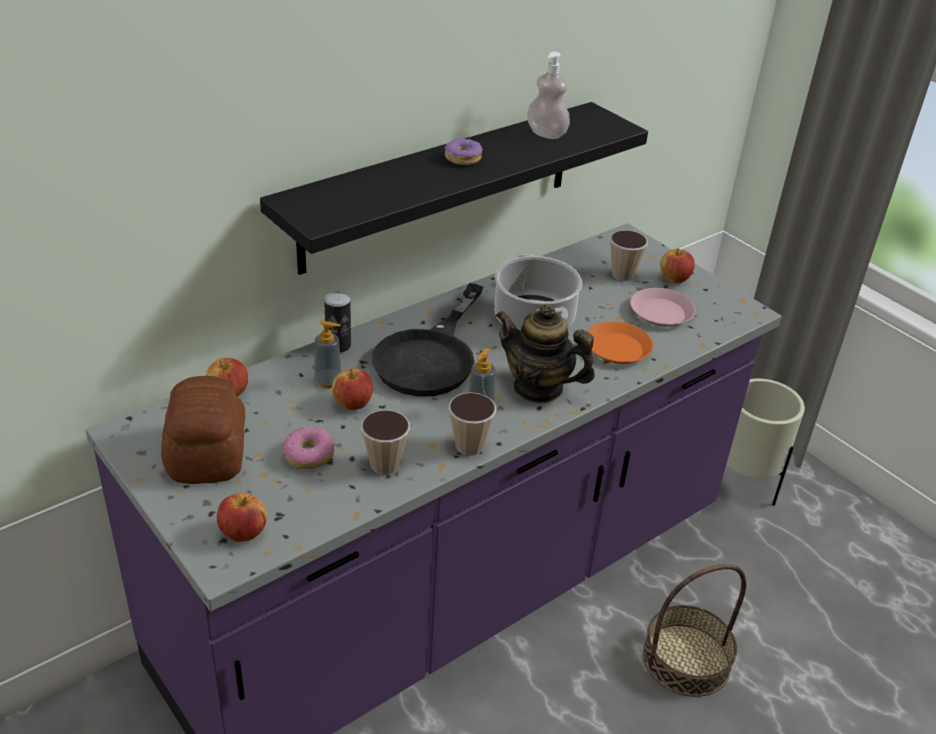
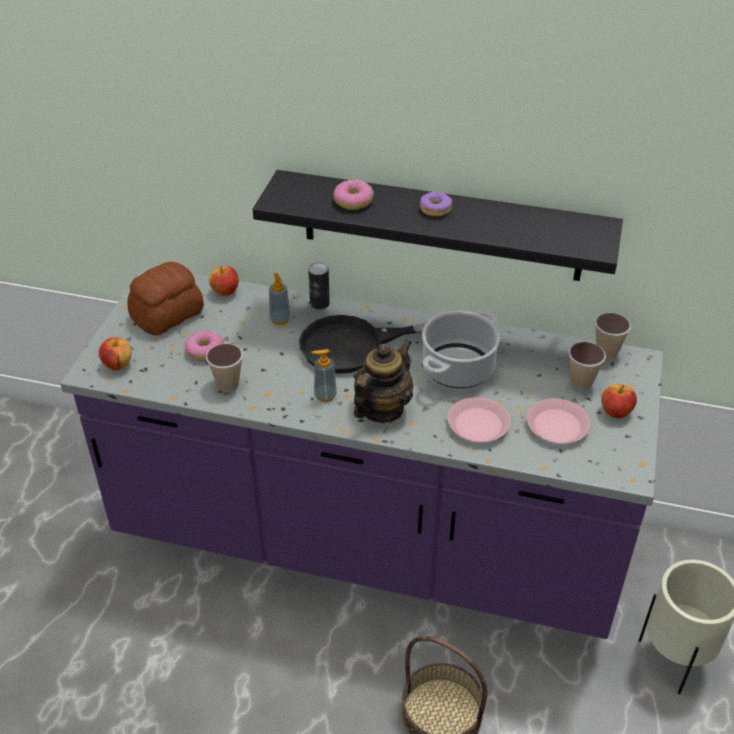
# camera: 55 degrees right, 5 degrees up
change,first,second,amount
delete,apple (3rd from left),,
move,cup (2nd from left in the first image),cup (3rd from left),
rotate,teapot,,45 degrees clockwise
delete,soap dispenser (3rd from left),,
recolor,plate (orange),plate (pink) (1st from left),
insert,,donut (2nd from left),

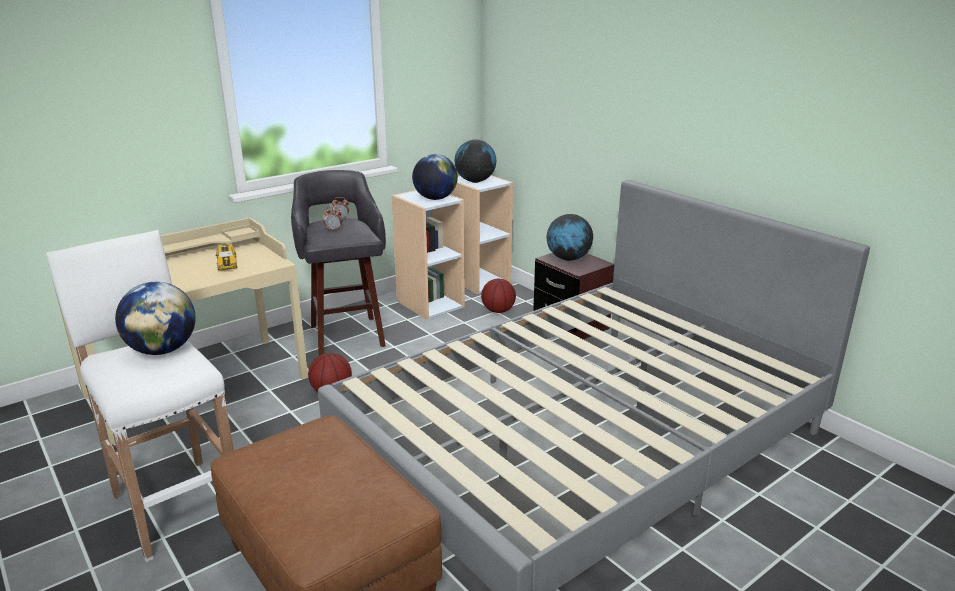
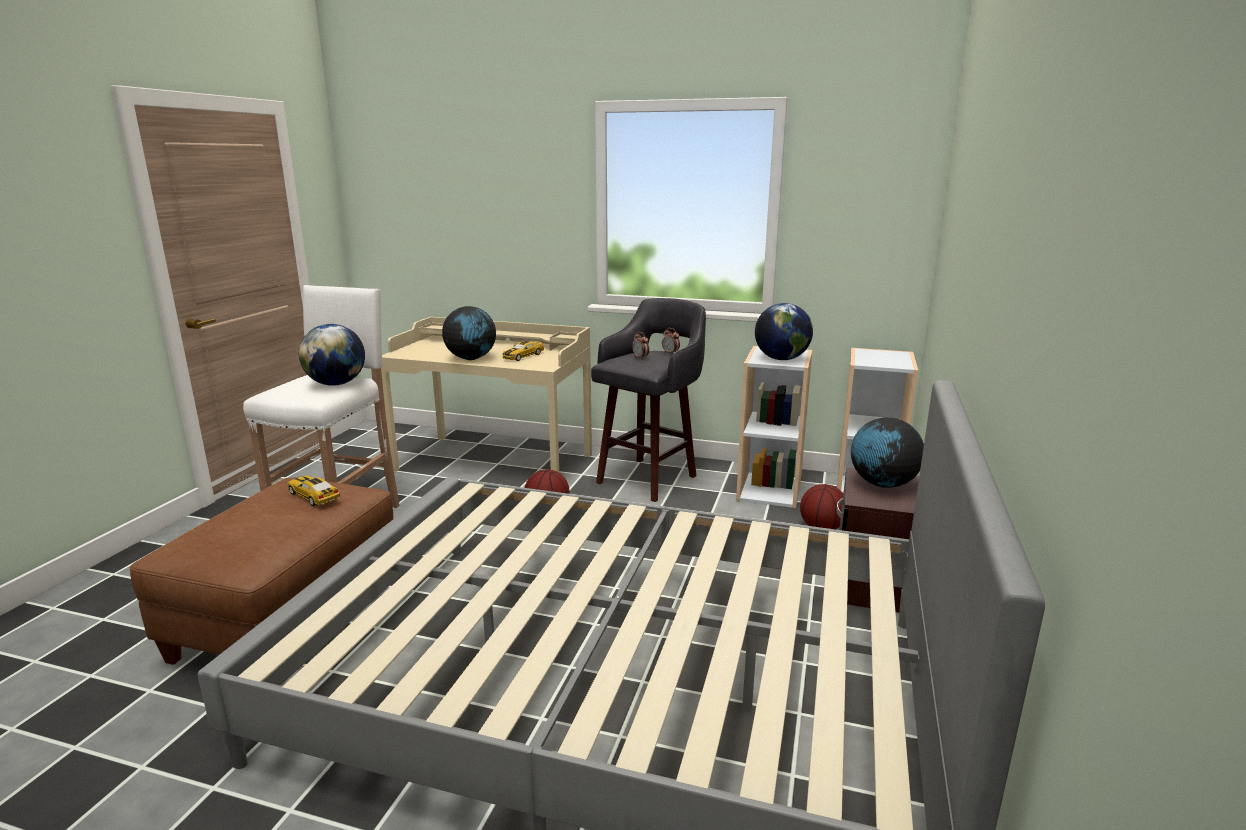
# camera: 55 degrees right, 5 degrees down
change,first,second,amount
move,globe (3rd from left in the first image),globe (2nd from left),
insert,,toy car (1st from left),

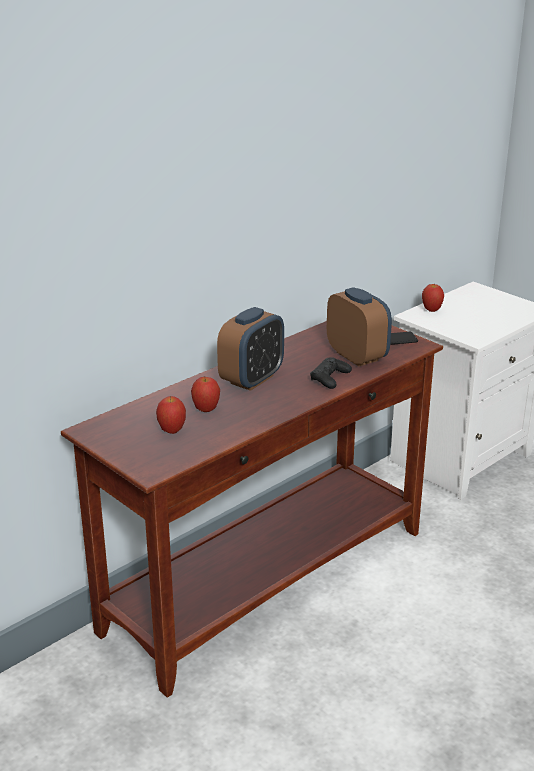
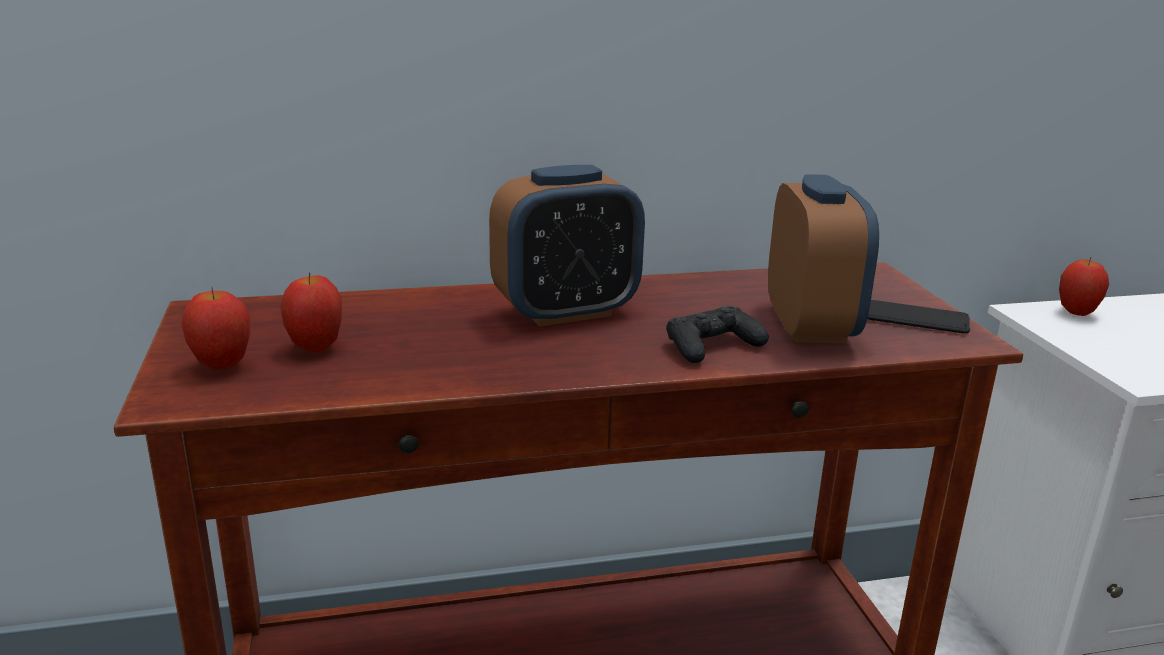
# camera: 30 degrees right, 5 degrees down
change,first,second,amount
move,apple (2nd from left in the first image),apple (1st from left),

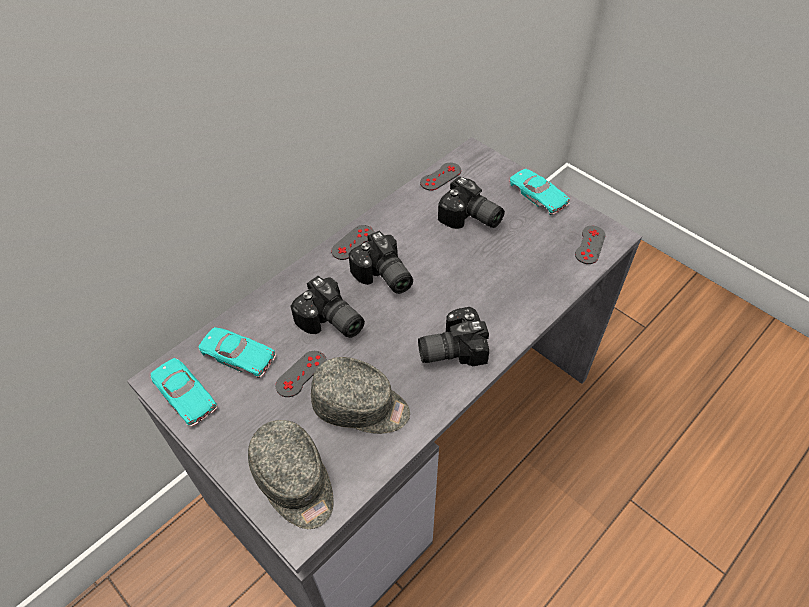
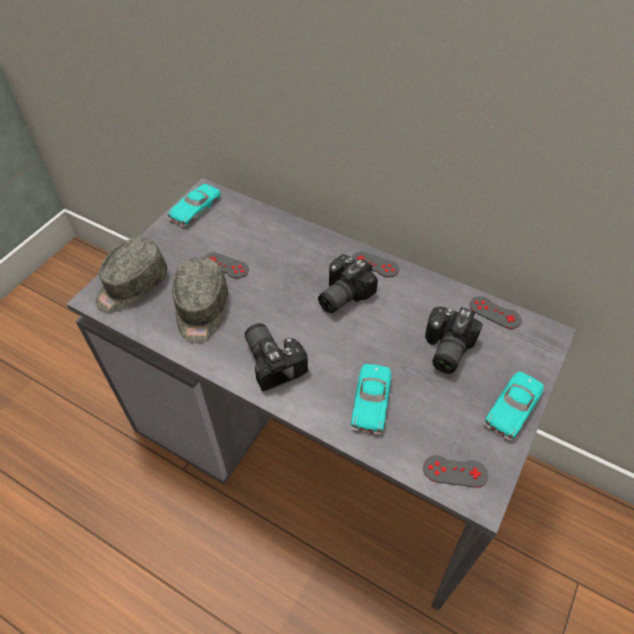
# camera: 75 degrees right, 0 degrees up
change,first,second,amount
move,toy car (turquoise) (2nd from left),,
delete,photo camera (1st from left),,

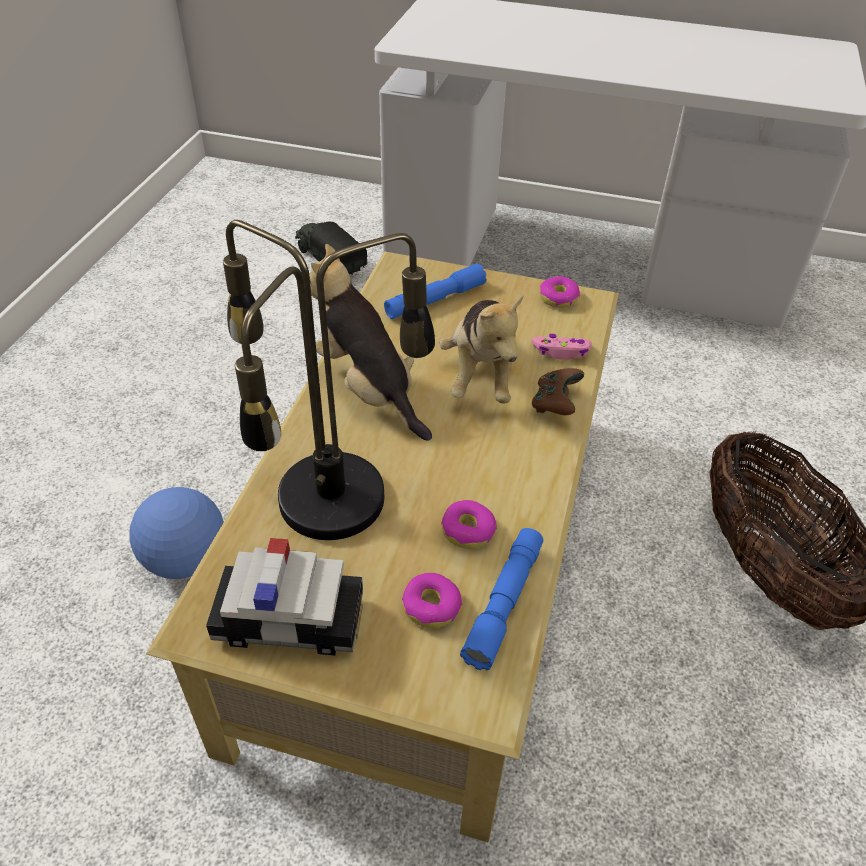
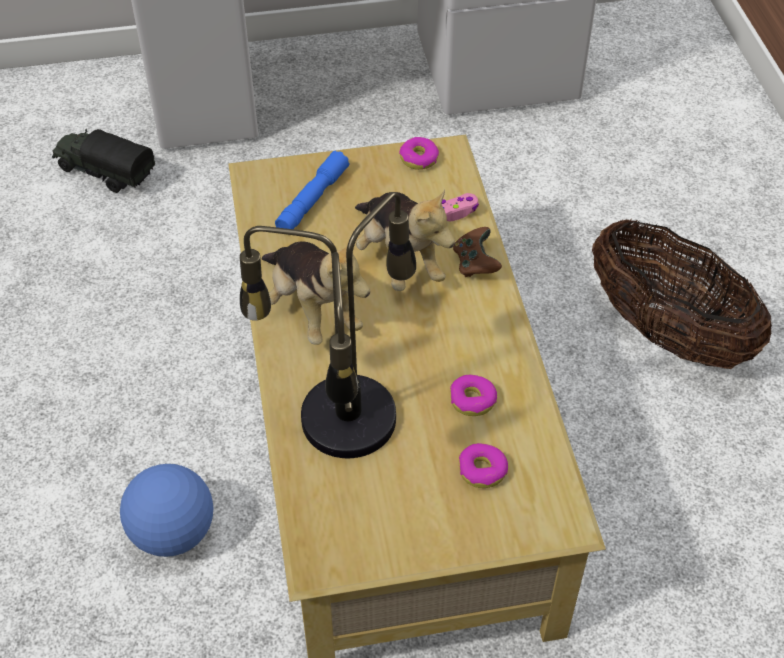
# camera: 25 degrees left, 5 degrees up
change,first,second,amount
delete,toy car,,
rotate,plush toy (1st from left),,150 degrees counterclockwise
delete,flashlight (blue) (2nd from left),,

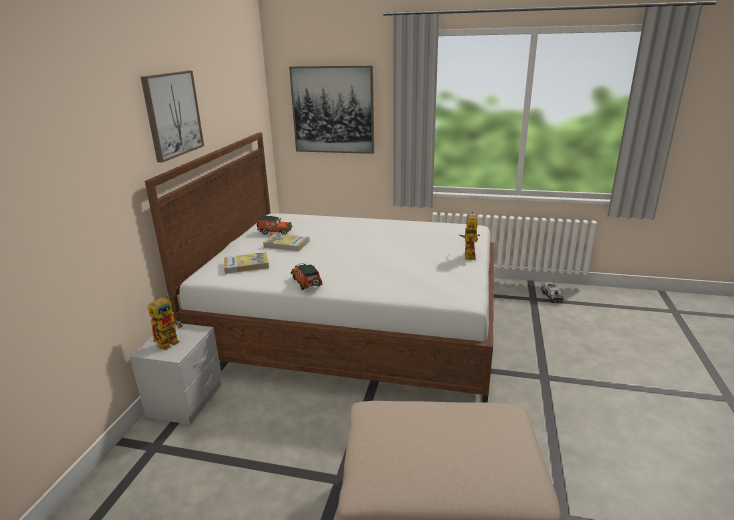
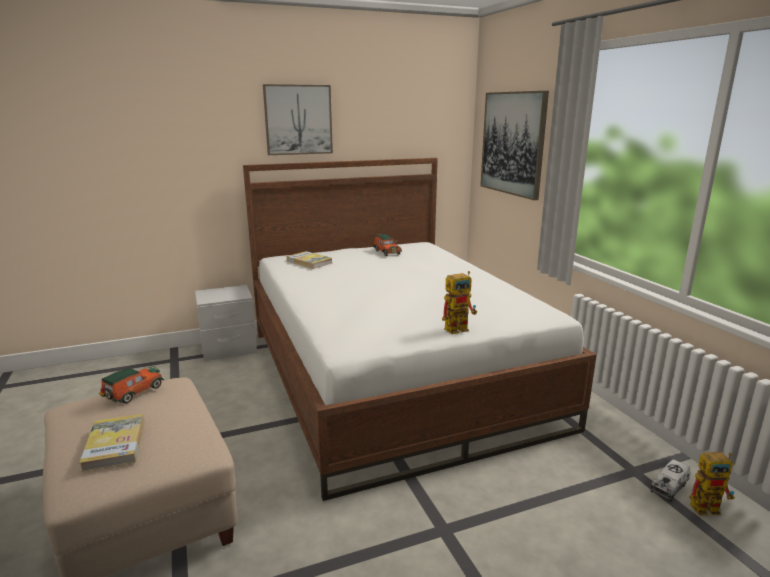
# camera: 55 degrees right, 5 degrees down
change,first,second,amount
move,toy robot (1st from left in the first image),toy robot (2nd from left),
move,book (2nd from left in the first image),book (1st from left),
move,toy car (2nd from left in the first image),toy car (1st from left),

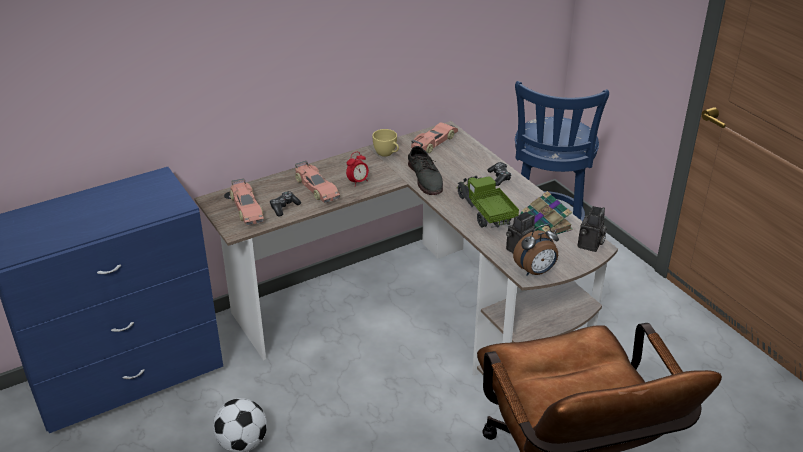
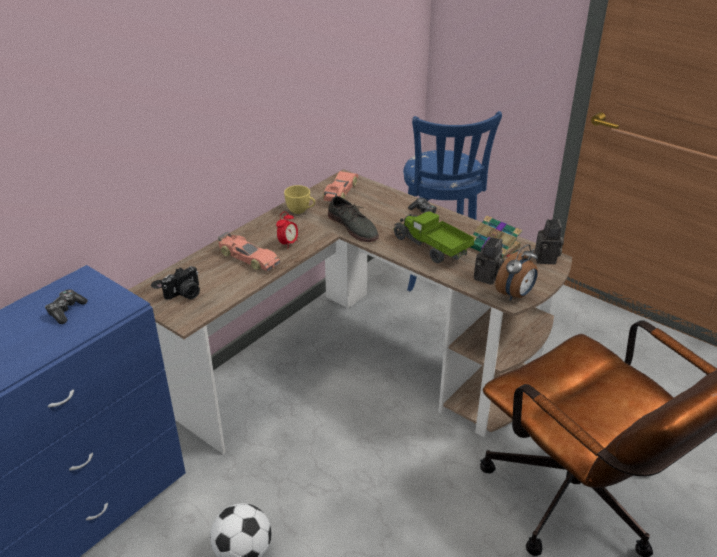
# camera: 20 degrees left, 0 degrees up
change,first,second,amount
replace,toy car (1st from left),photo camera (1st from left),
move,game controller (1st from left),,

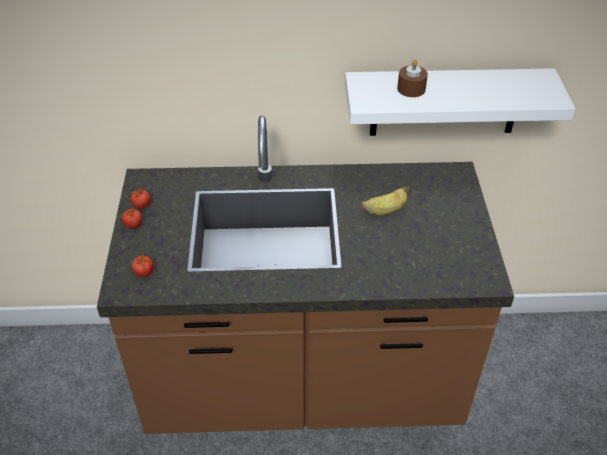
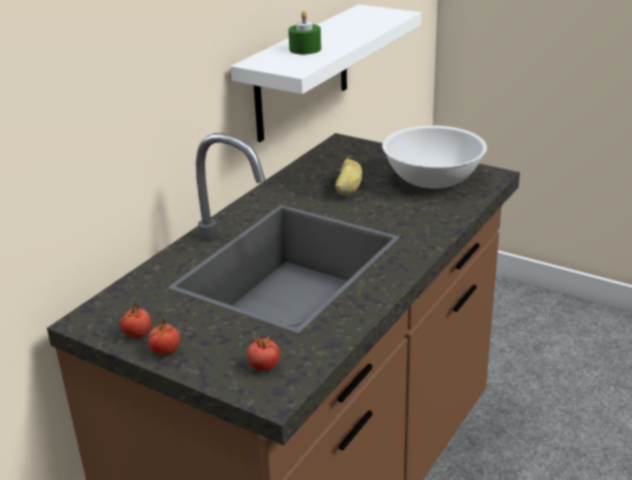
# camera: 55 degrees left, 15 degrees down
change,first,second,amount
recolor,candle (brown),candle (green),
insert,,bowl (white),

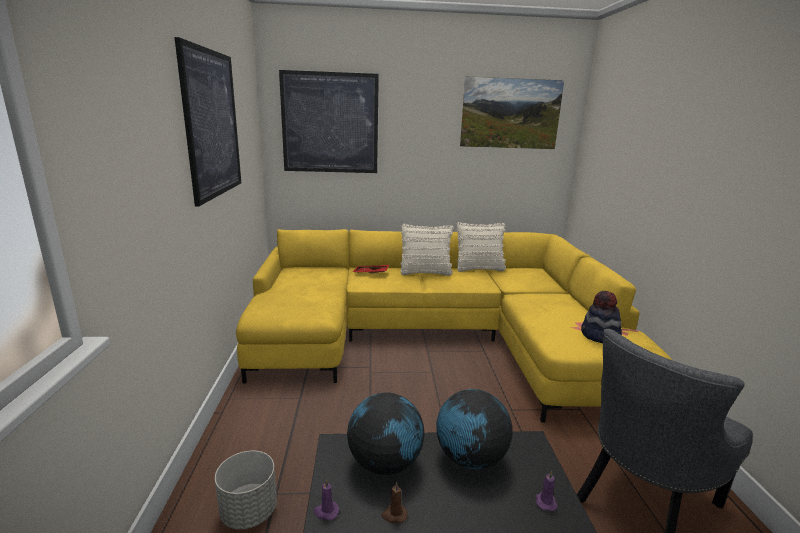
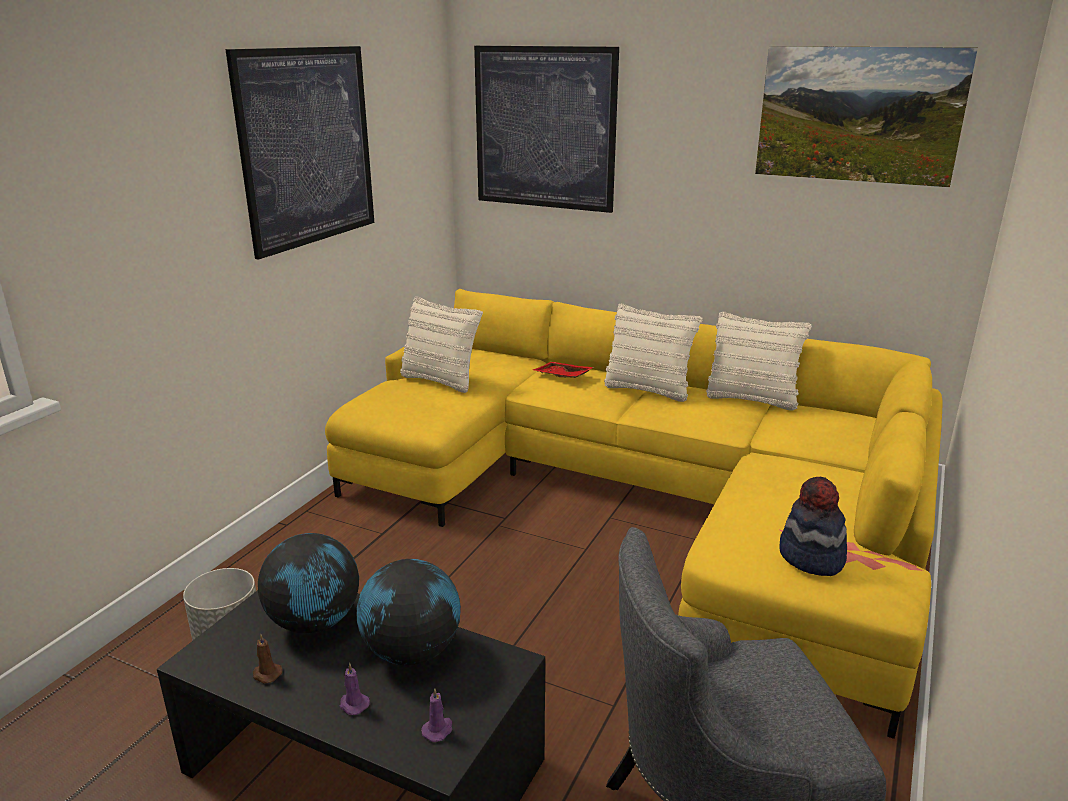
# camera: 30 degrees right, 5 degrees up
change,first,second,amount
move,candle (purple) (1st from left),,
insert,,pillow (beige) (1st from left),

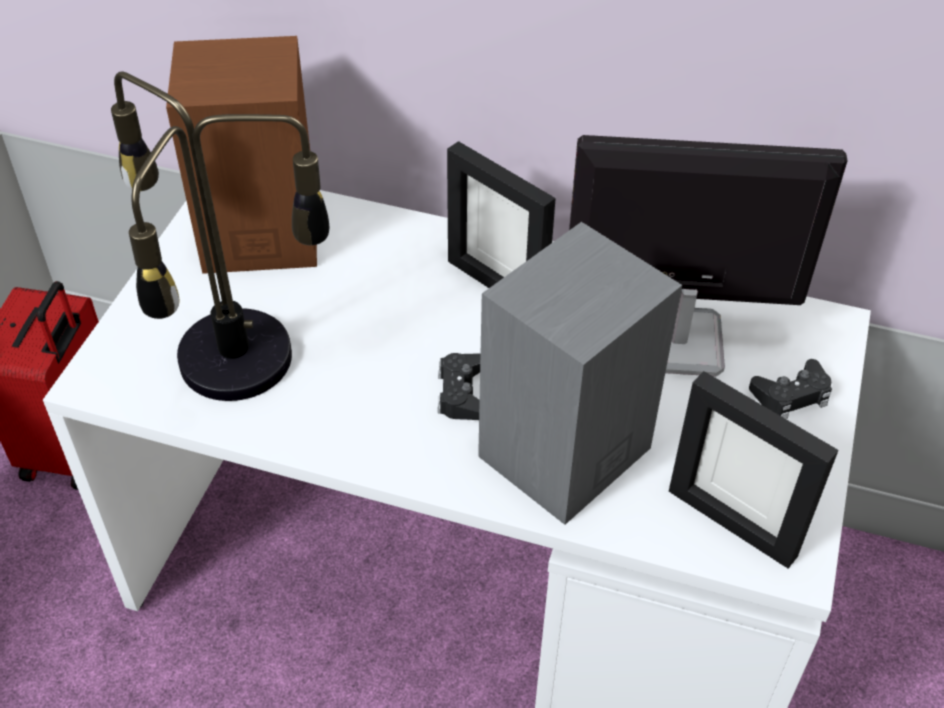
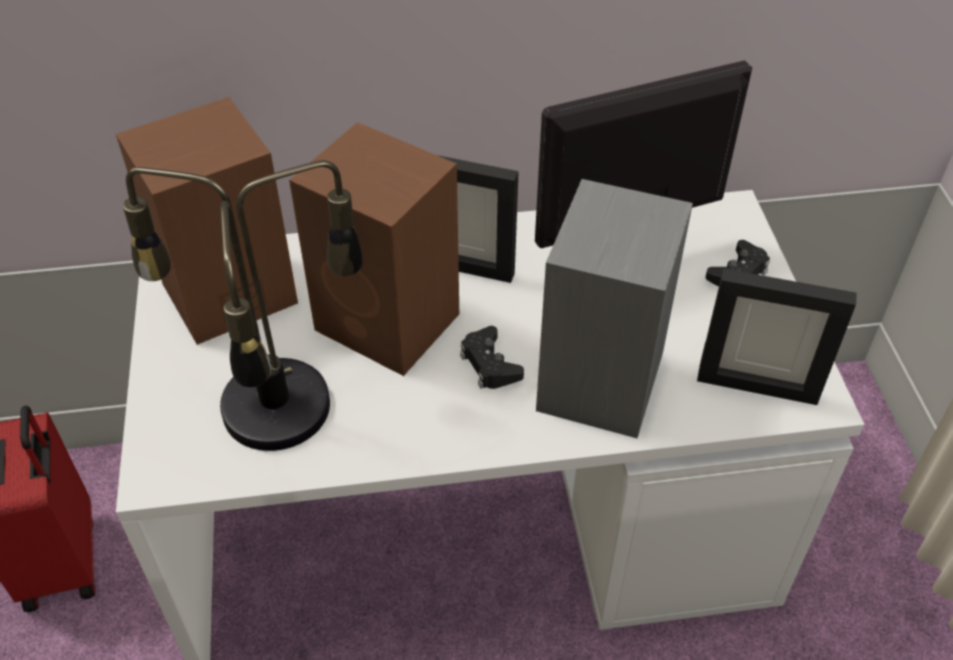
# camera: 25 degrees left, 0 degrees up
change,first,second,amount
insert,,speaker (brown) (2nd from left),

